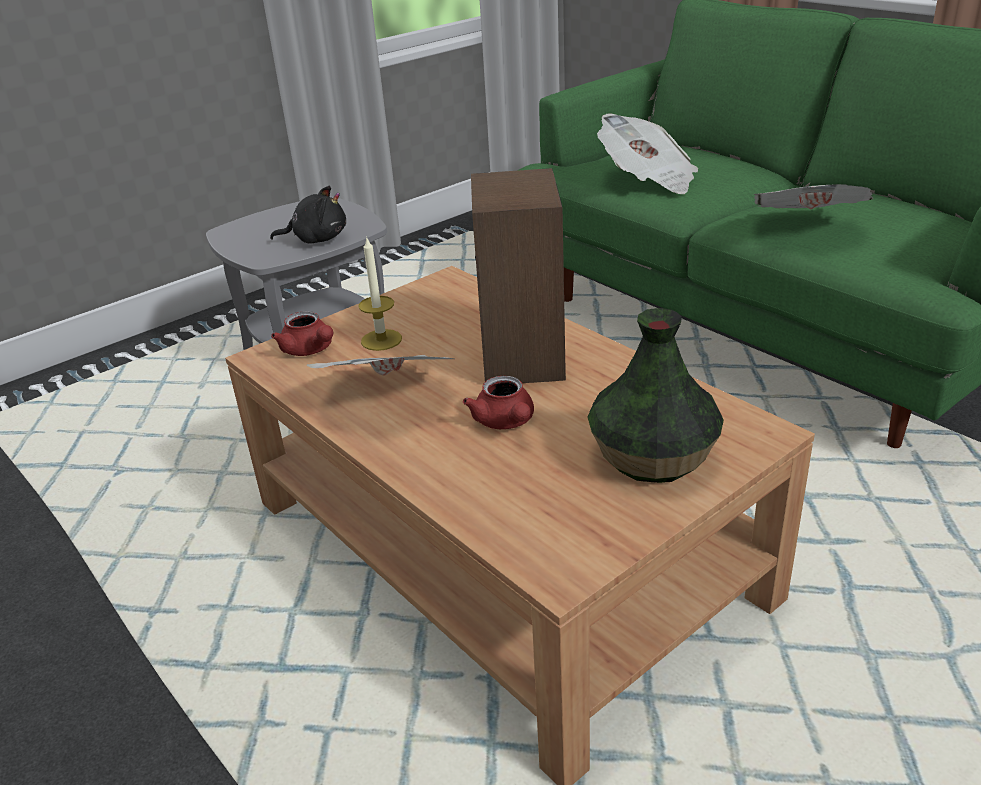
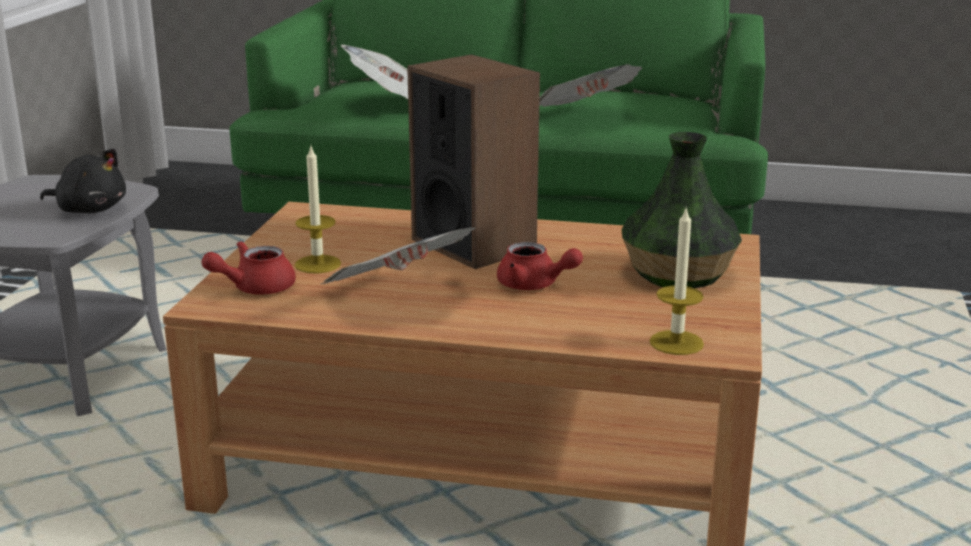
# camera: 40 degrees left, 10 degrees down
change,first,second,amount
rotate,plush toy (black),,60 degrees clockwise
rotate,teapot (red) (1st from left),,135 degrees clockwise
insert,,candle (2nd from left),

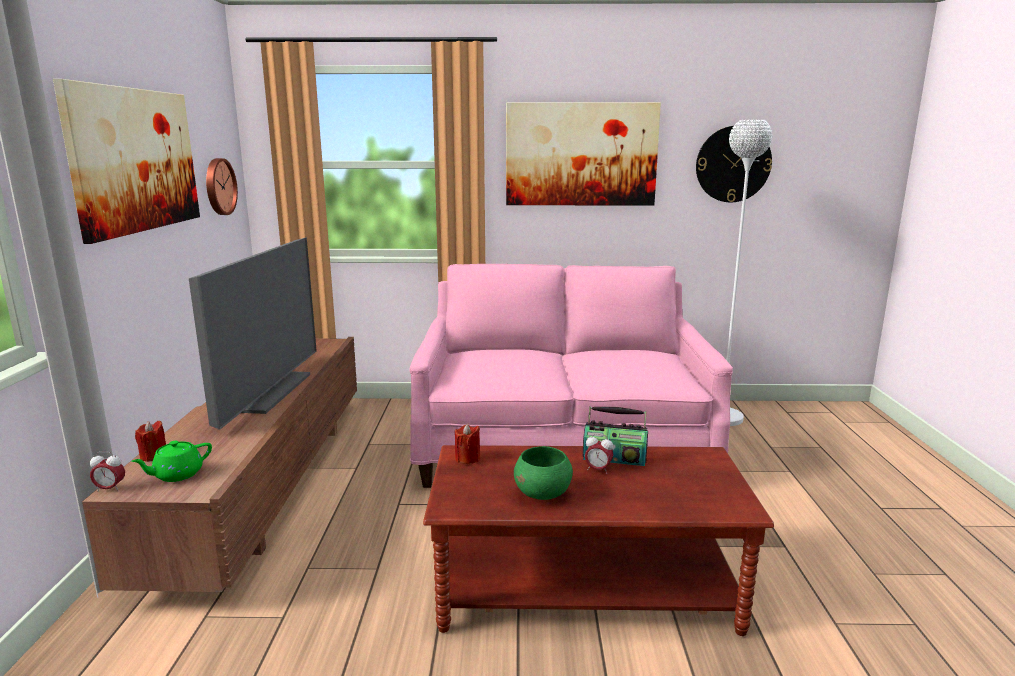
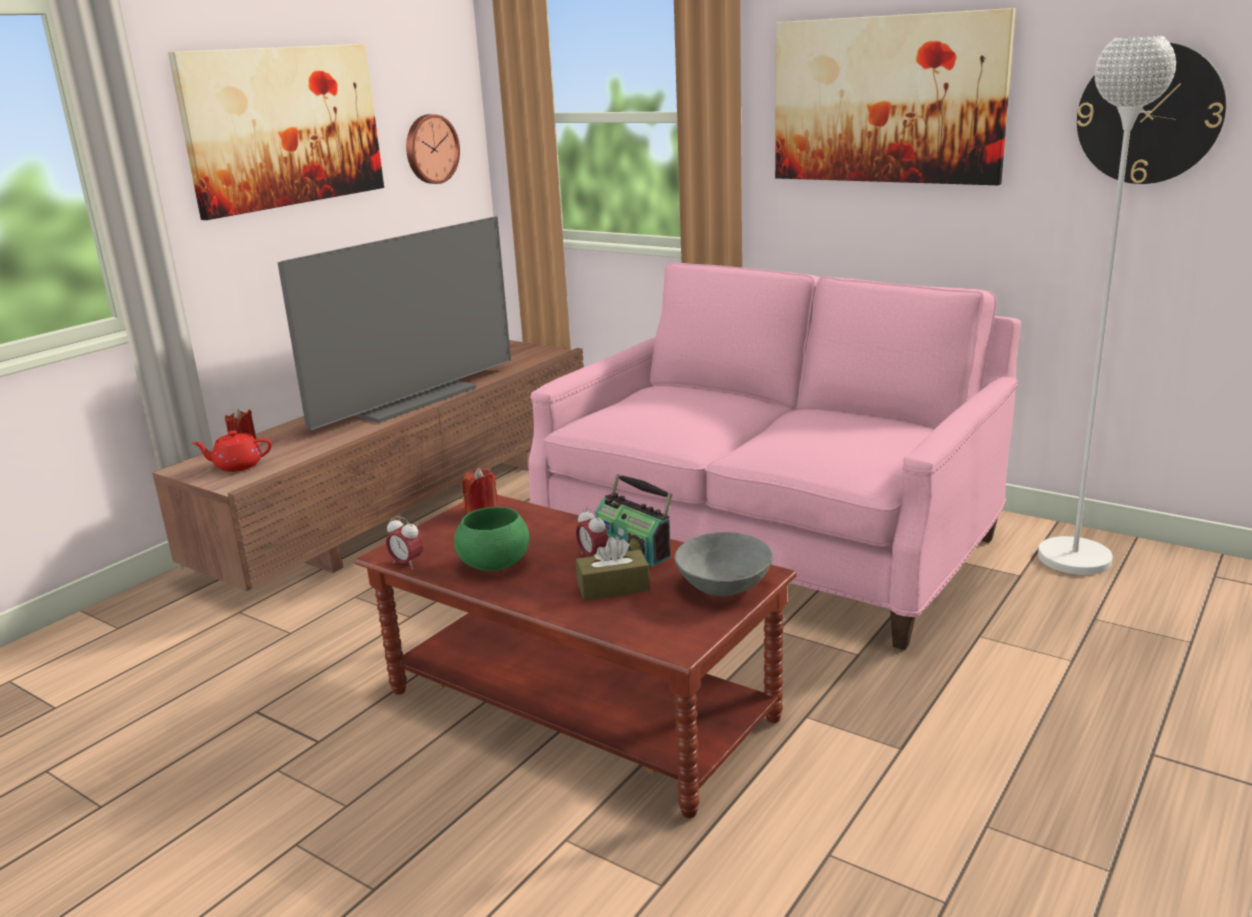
# camera: 35 degrees right, 5 degrees up
change,first,second,amount
move,alarm clock (1st from left),,
recolor,teapot (green),teapot (red),
insert,,tissue box (brown),
insert,,bowl (grey),

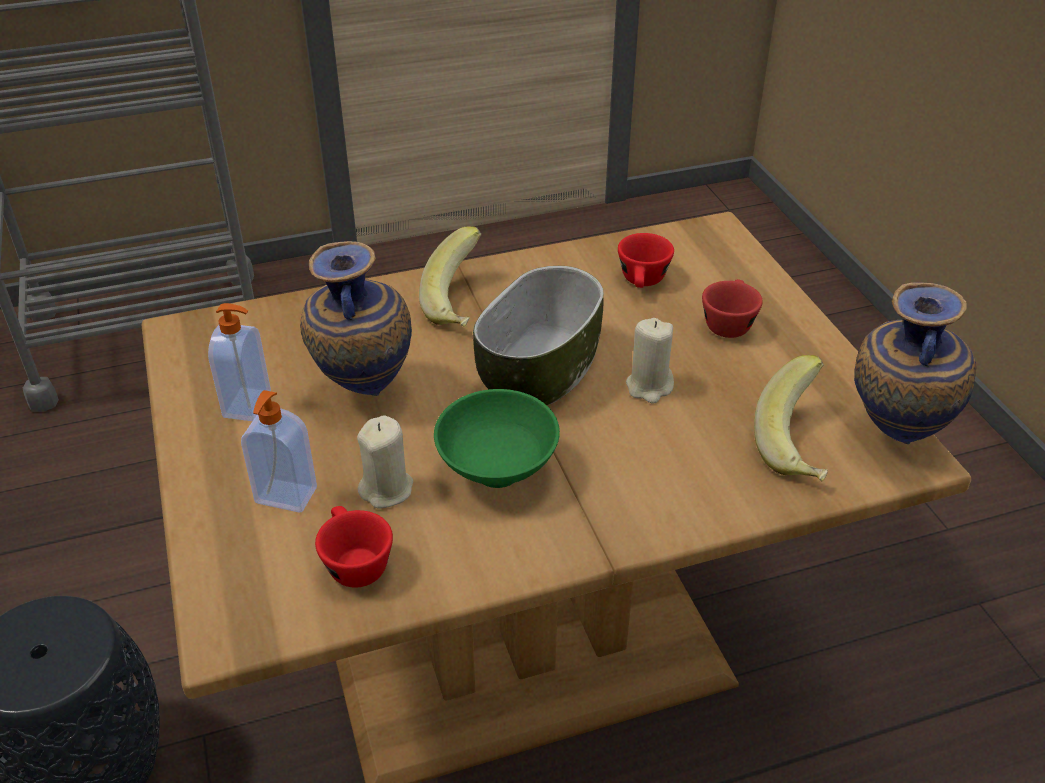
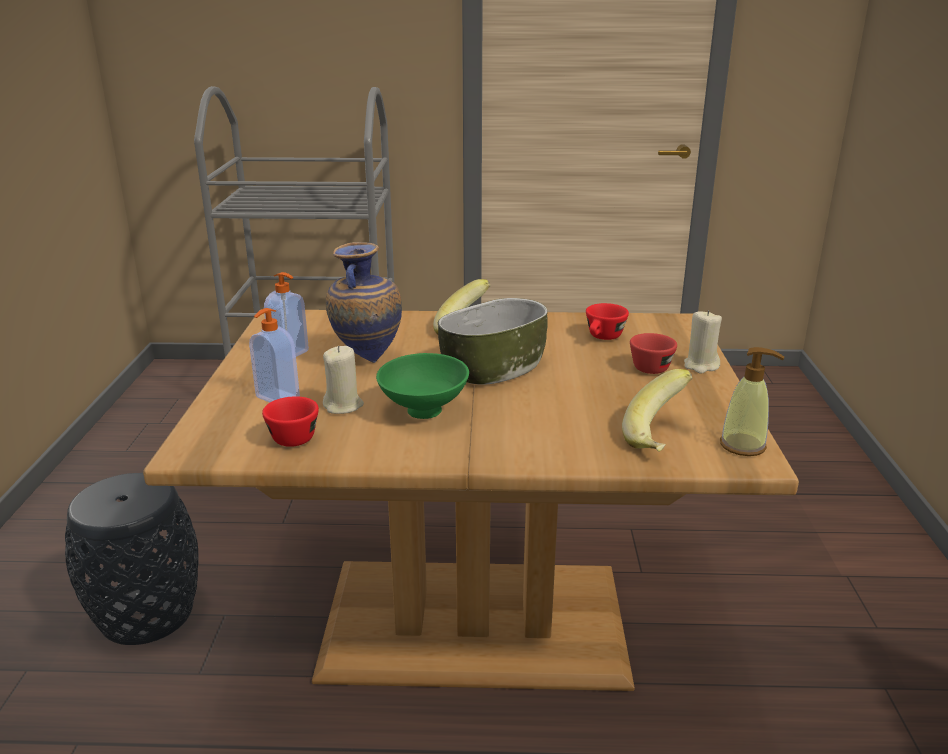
# camera: 20 degrees right, 15 degrees down
change,first,second,amount
move,candle (beige) (2nd from left),,
replace,vase (2nd from left),soap dispenser (3rd from left),

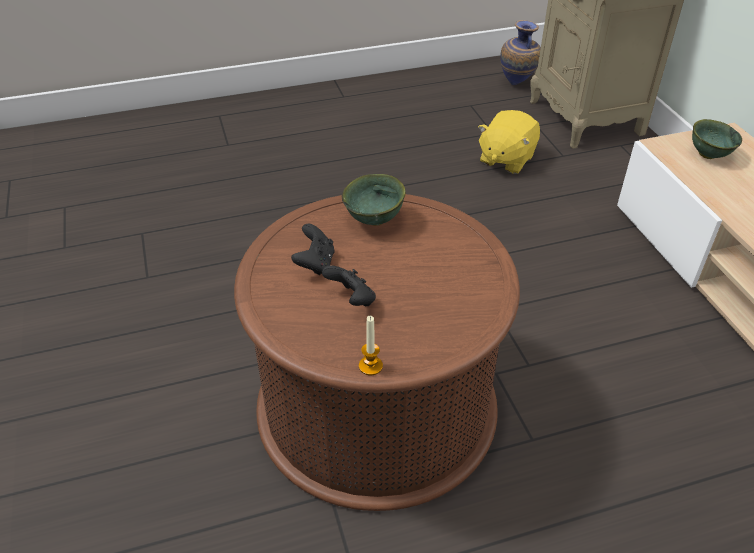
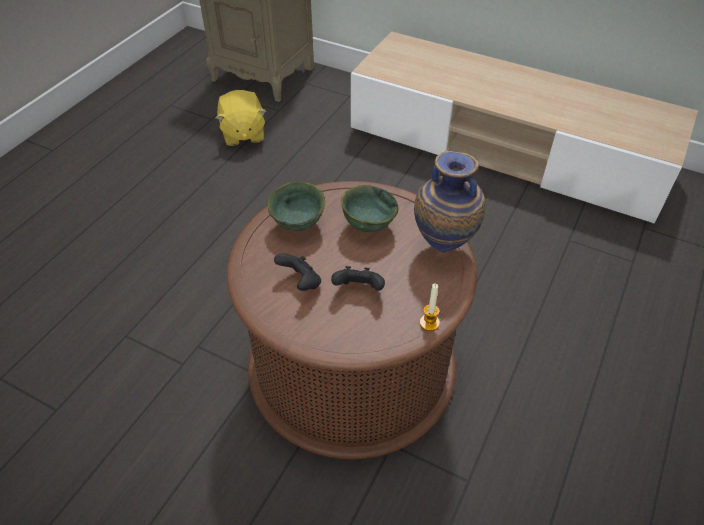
# camera: 45 degrees left, 5 degrees up
change,first,second,amount
move,vase,,
move,bowl (green) (2nd from left),,

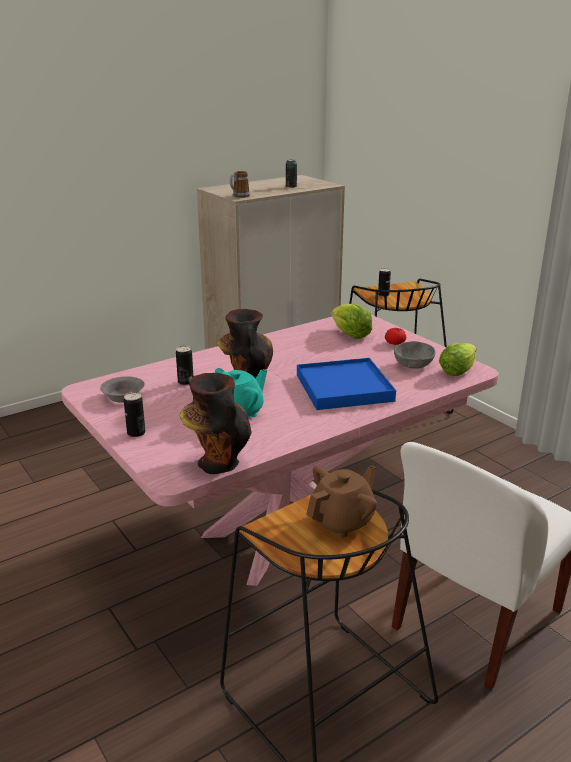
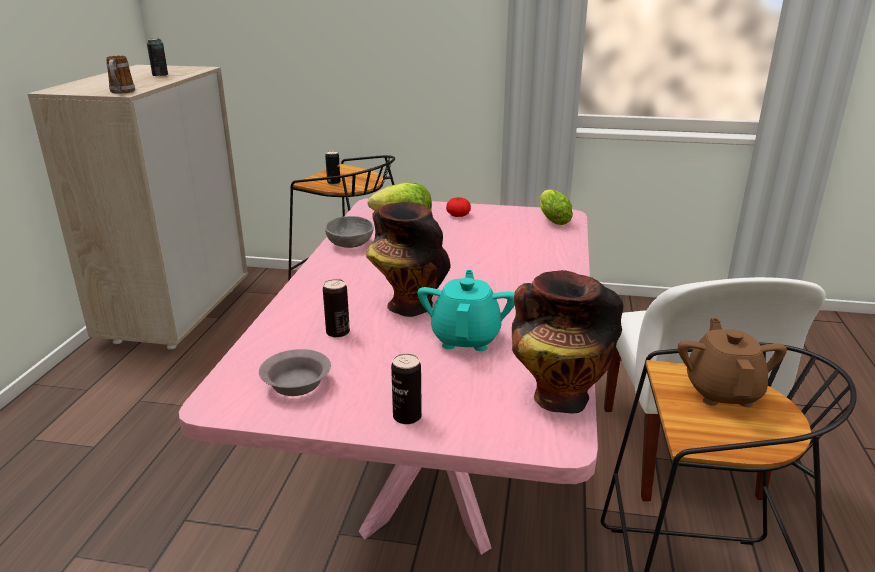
# camera: 45 degrees left, 0 degrees up
change,first,second,amount
delete,tray (blue),,
move,bowl (grey) (2nd from left),,

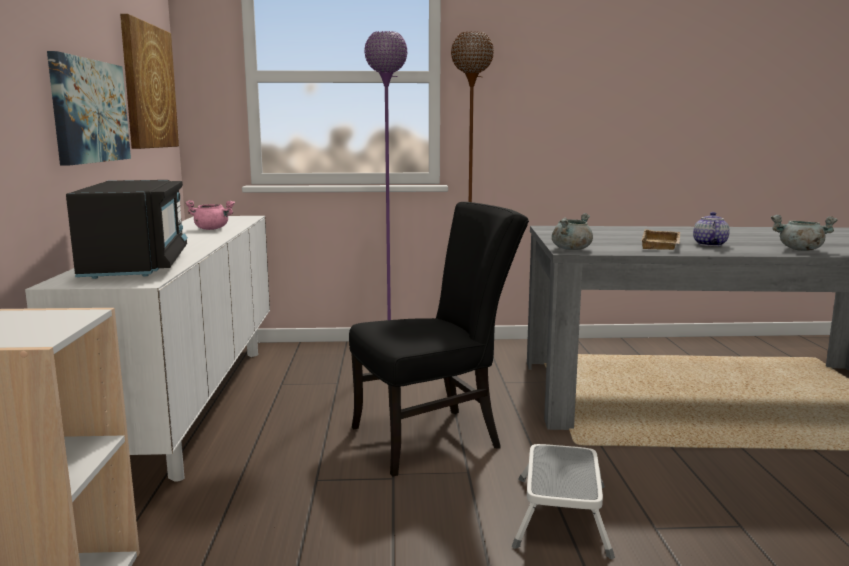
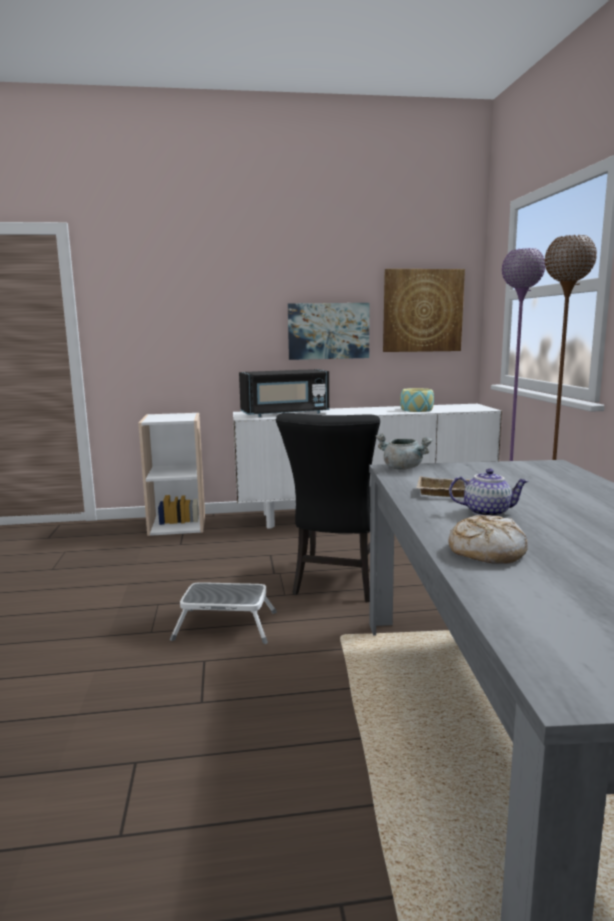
# camera: 85 degrees right, 0 degrees up
change,first,second,amount
replace,cooking pot (pink),bowl,
rotate,chair (black),,45 degrees clockwise
replace,cooking pot (grey) (2nd from left),bread,

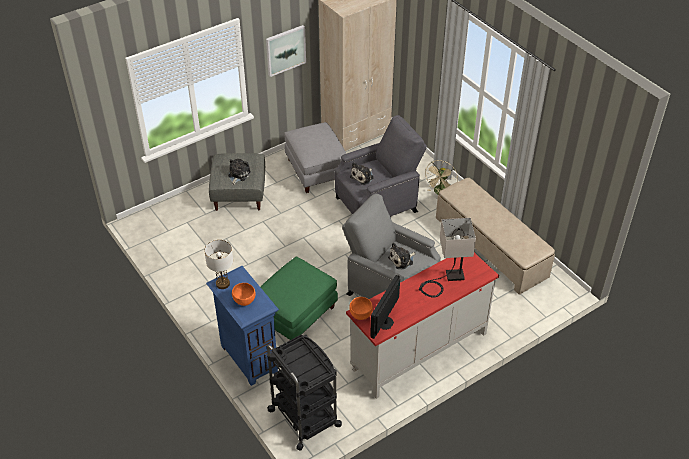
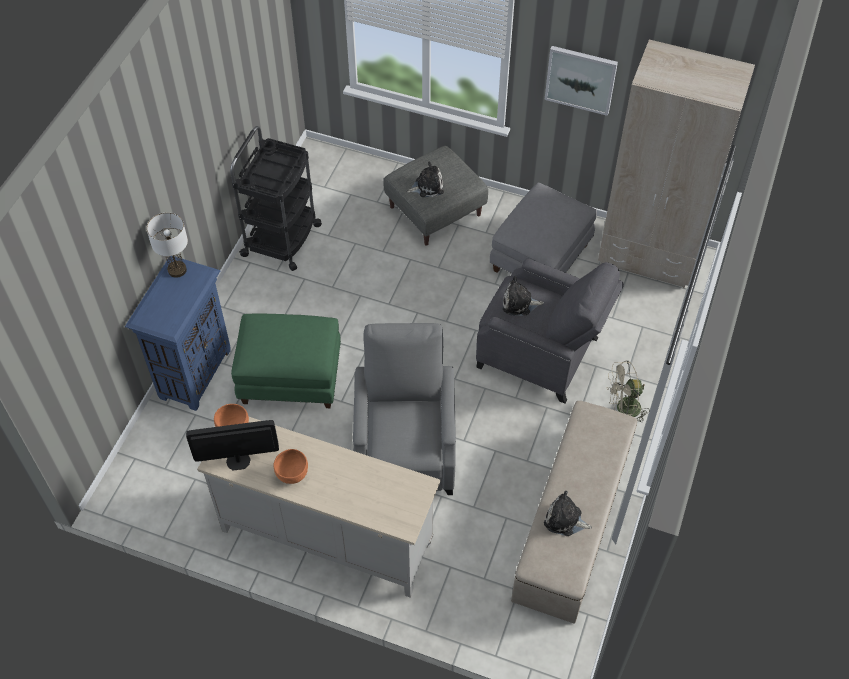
# camera: 55 degrees right, 10 degrees up
change,first,second,amount
move,bowl (orange) (1st from left in the first image),bowl (orange) (2nd from left),
move,cart (black),,
recolor,dresser (red),dresser (beige),
move,plush toy (3rd from left),,
delete,table lamp (2nd from left),,

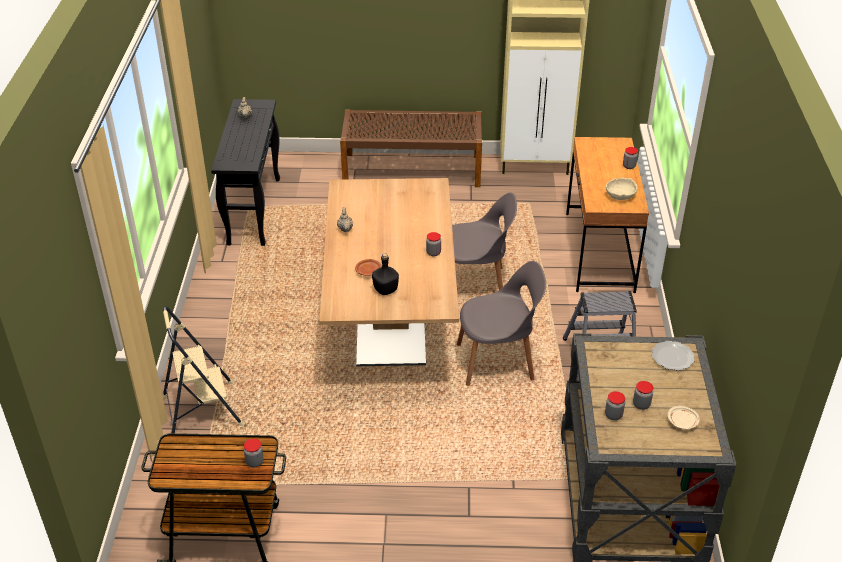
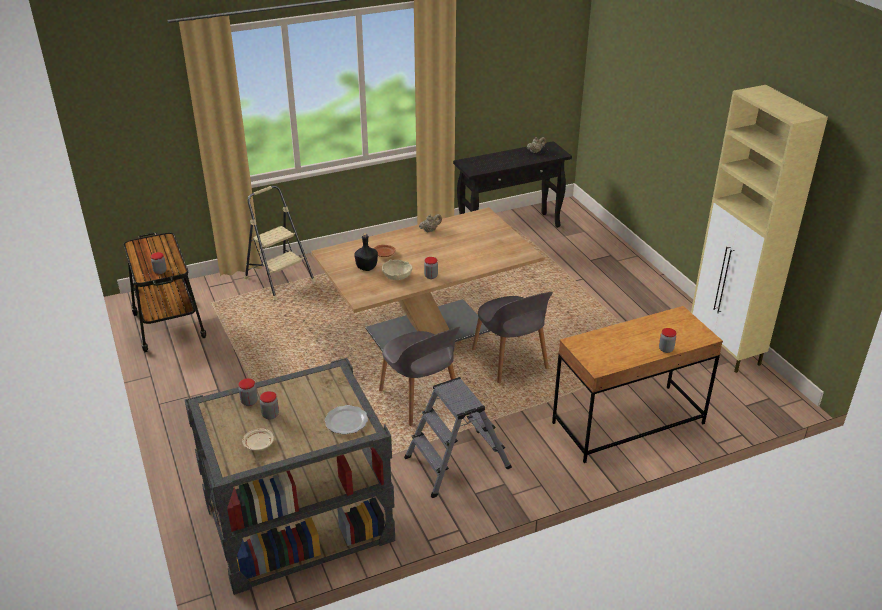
# camera: 65 degrees right, 5 degrees down
change,first,second,amount
delete,bench (brown),,
move,bowl (beige),,

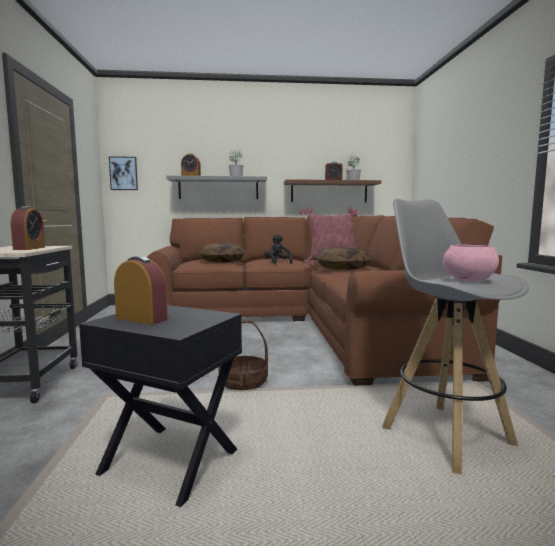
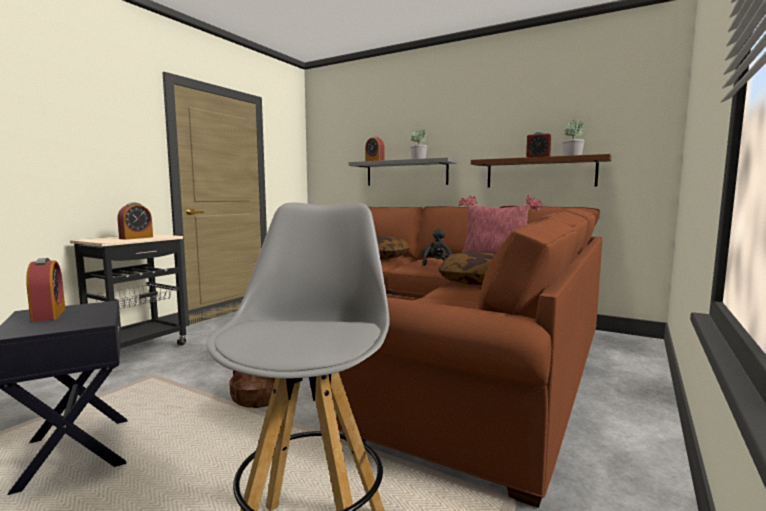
# camera: 35 degrees right, 0 degrees up
change,first,second,amount
delete,picture,,
delete,bowl (pink),,

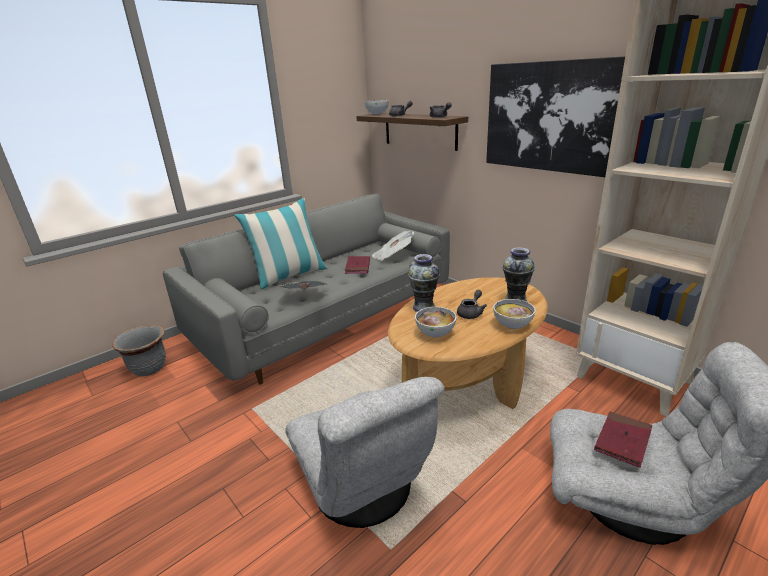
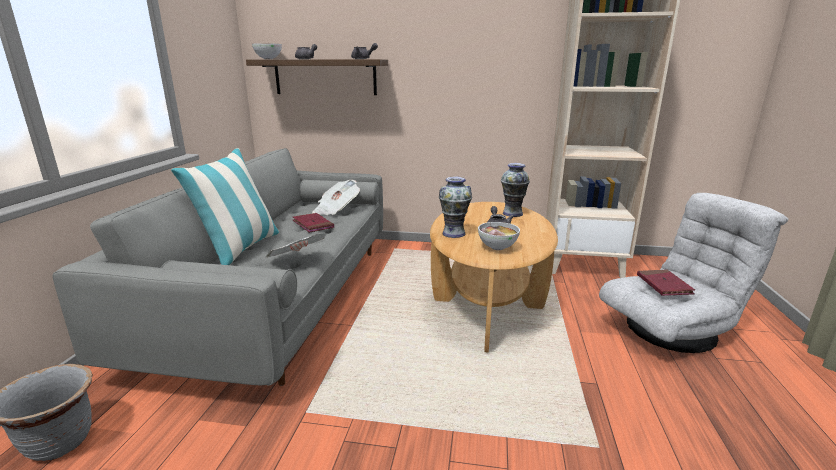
# camera: 40 degrees left, 5 degrees down
change,first,second,amount
delete,armchair (grey) (1st from left),,
delete,picture,,
delete,bowl (3rd from left),,

